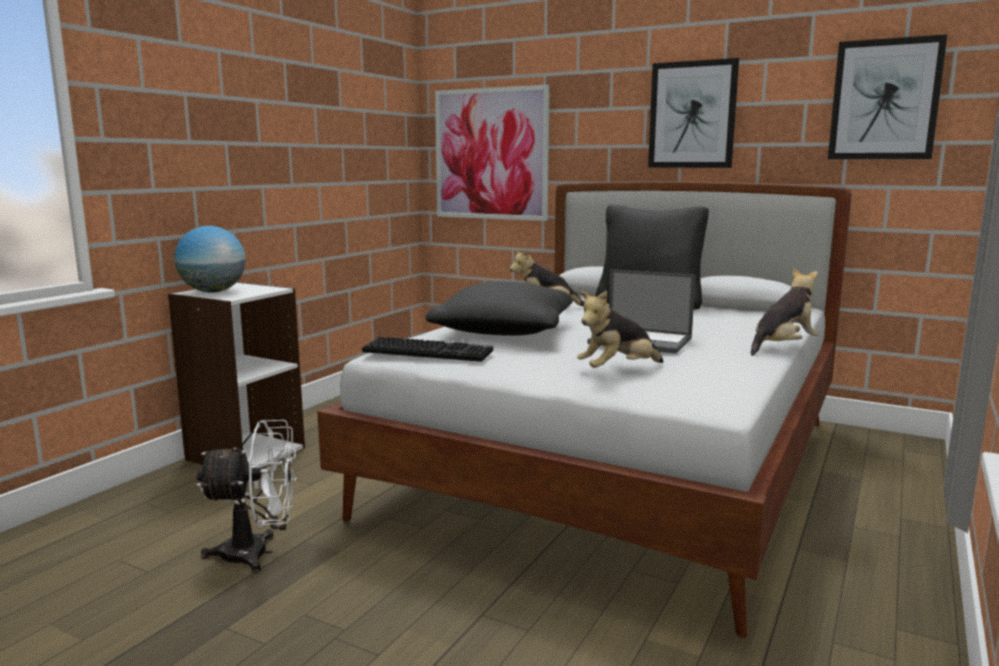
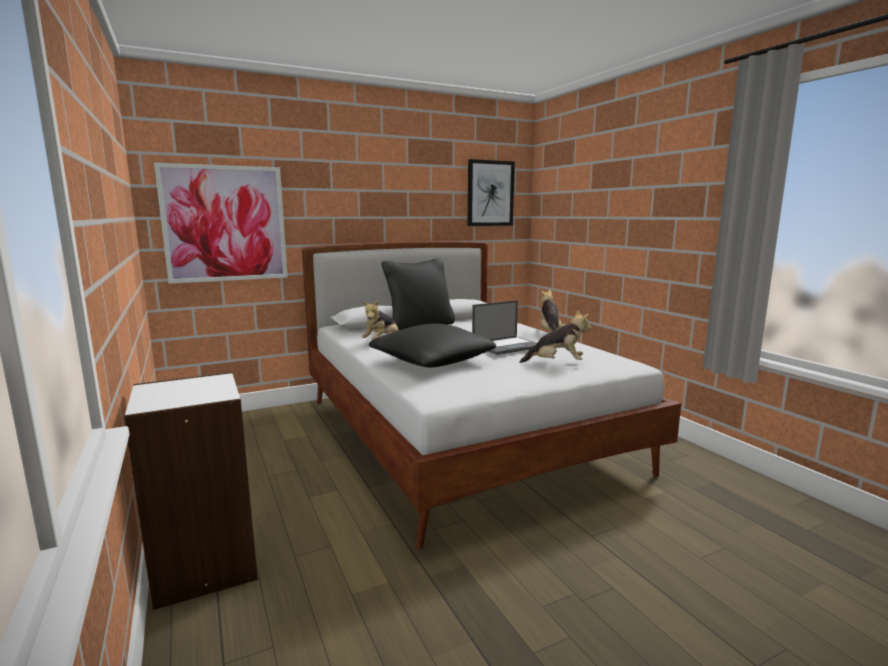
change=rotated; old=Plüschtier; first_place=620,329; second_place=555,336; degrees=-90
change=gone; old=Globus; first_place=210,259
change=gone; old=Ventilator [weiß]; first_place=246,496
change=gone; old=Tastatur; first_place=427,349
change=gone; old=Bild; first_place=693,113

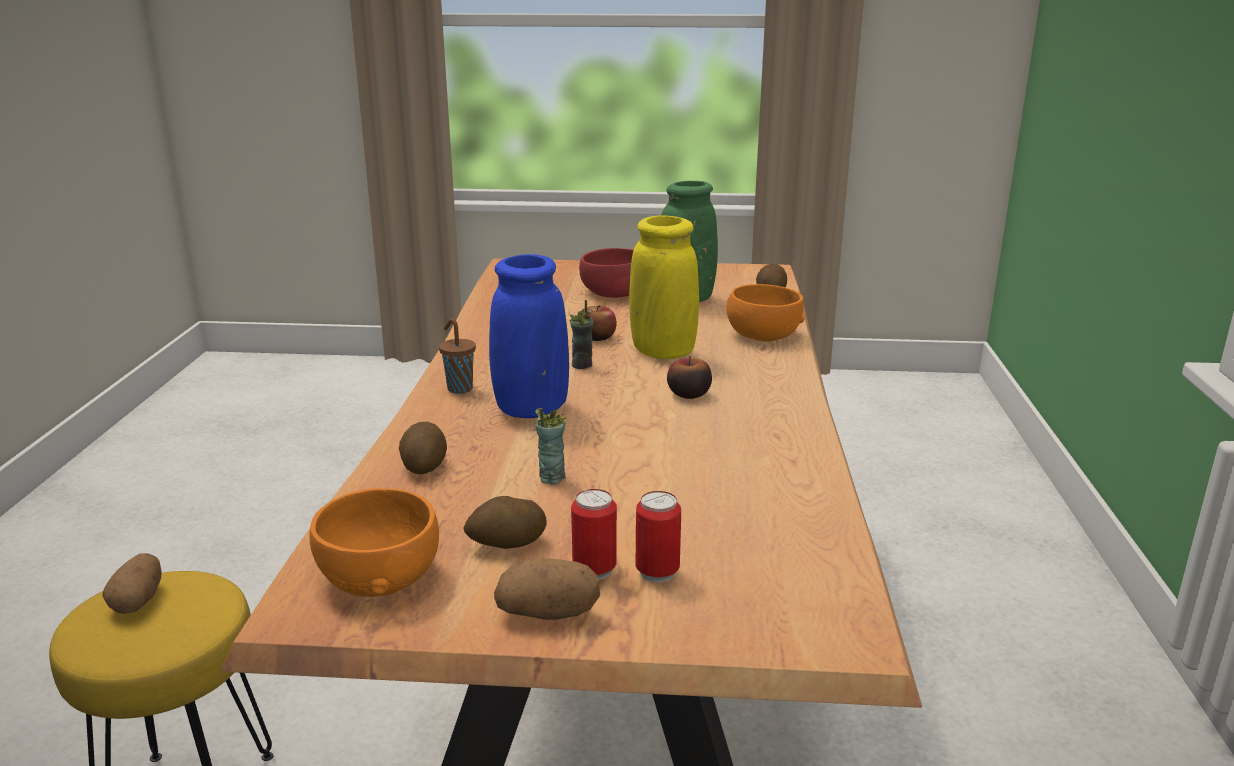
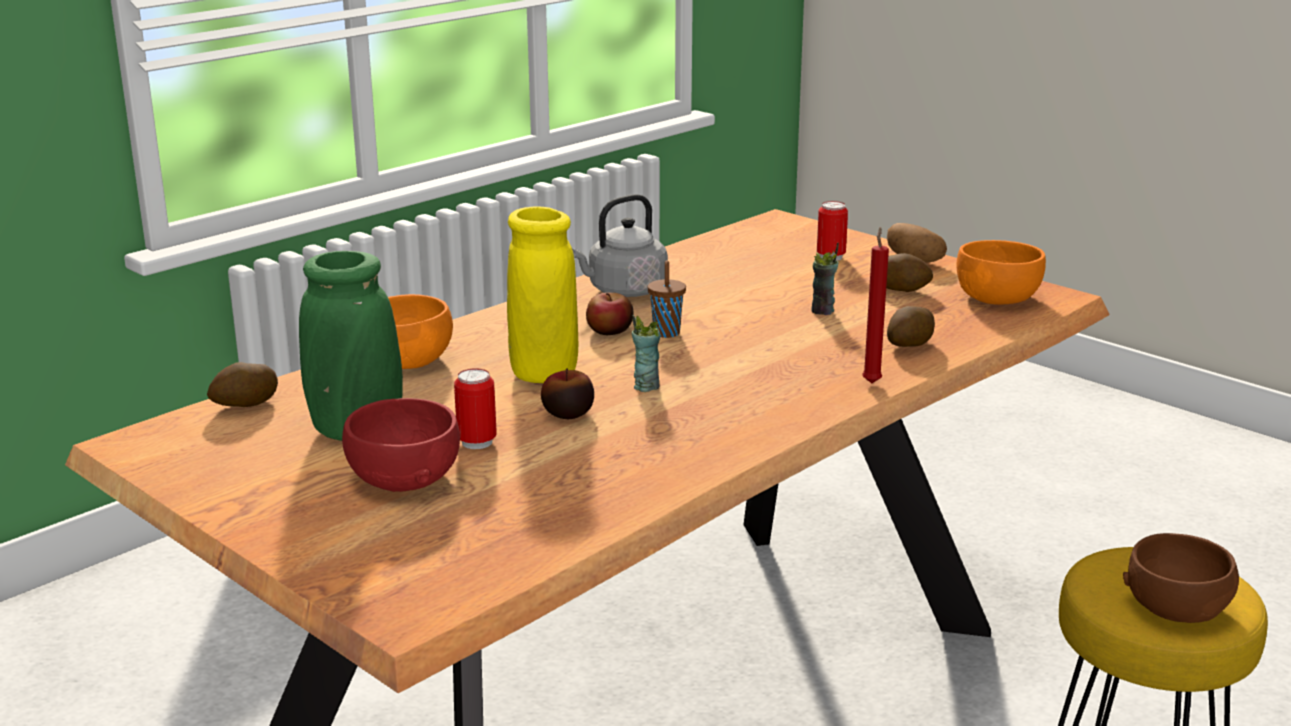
change=shifted; old=Dose; first_place=594,534; second_place=475,408
change=new; new=Wasserkessel [grau]; second_place=620,245
change=shifted; old=Tasse [braun]; first_place=457,356; second_place=667,299
change=new; new=Kerze [rot]; second_place=875,305
change=swapped; old=Kartoffel; new=Schüssel [braun]; first_place=131,583; second_place=1181,578
change=gone; old=Vase [blau]; first_place=529,336

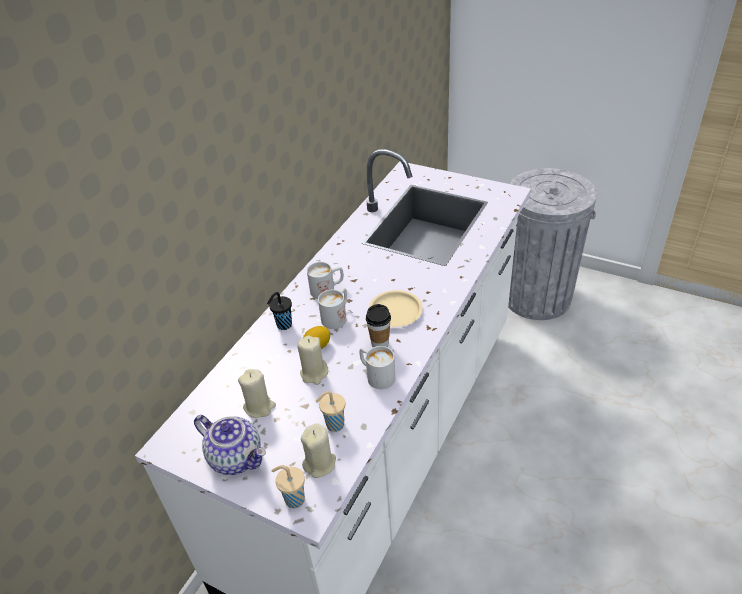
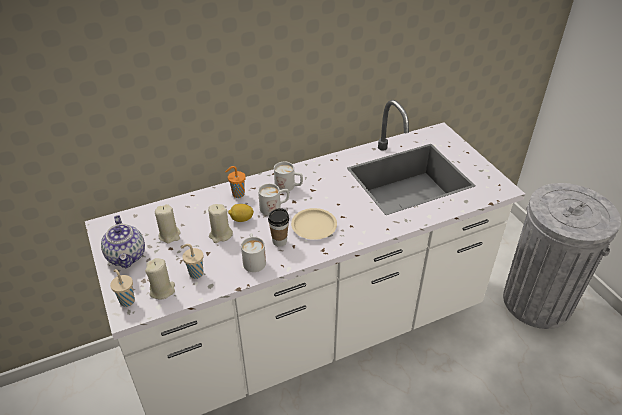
change=repainted; old=Tasse [schwarz]; new=Tasse [orange]; first_place=279,311; second_place=235,182

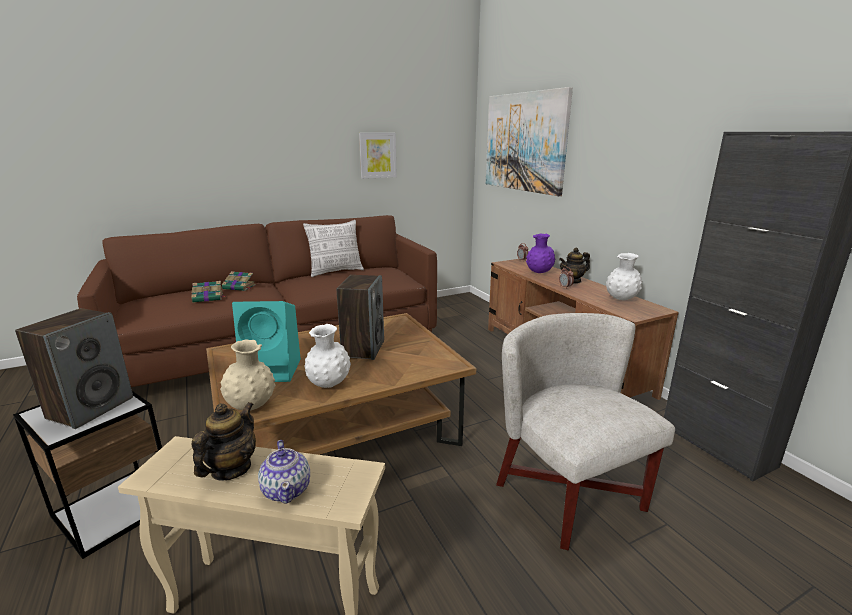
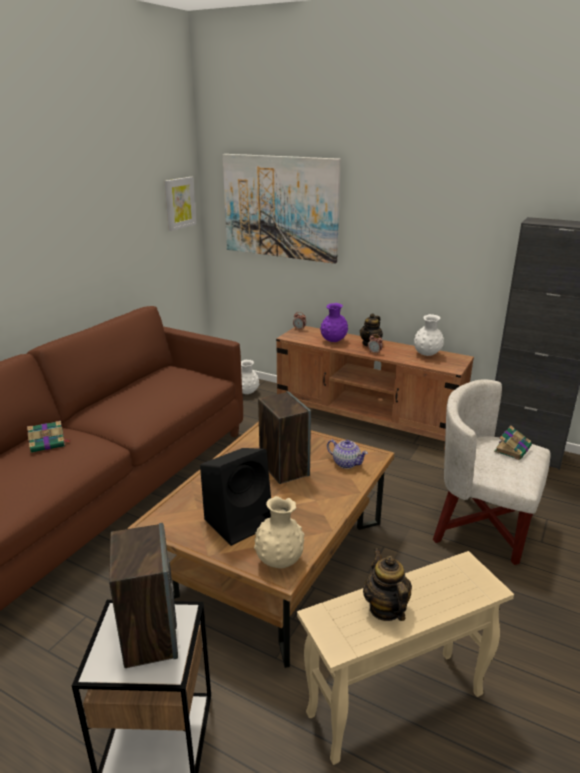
change=shifted; old=Bild; first_place=378,156; second_place=180,204
change=repainted; old=Lautsprecher [türkis]; new=Lautsprecher [schwarz]; first_place=266,341; second_place=235,497
change=shifted; old=Vase [weiß]; first_place=328,356; second_place=250,377
change=shifted; old=Teekanne; first_place=284,472; second_place=347,454
change=shifted; old=Buch; first_place=208,292; second_place=513,442
change=gone; old=Kissen; first_place=333,248

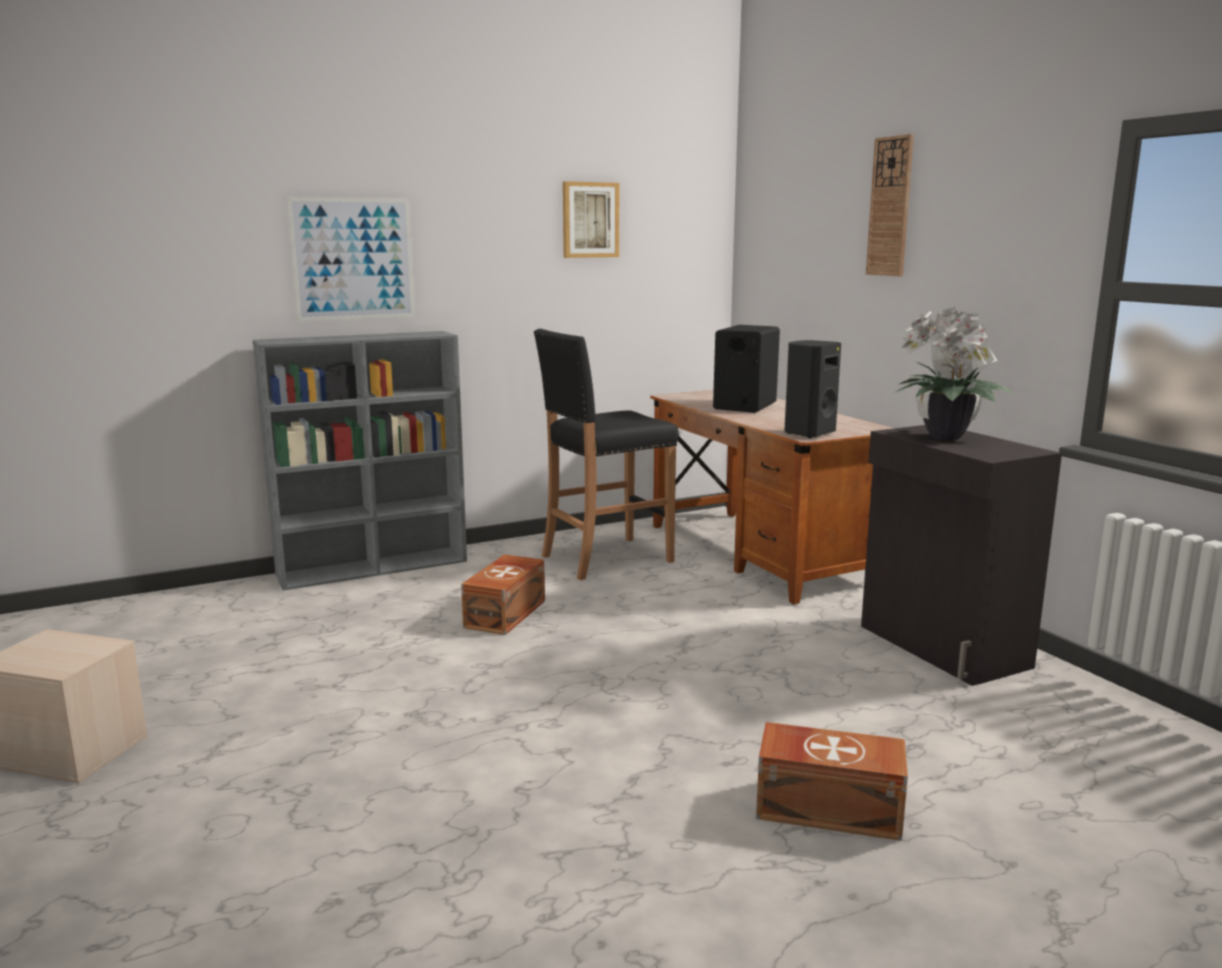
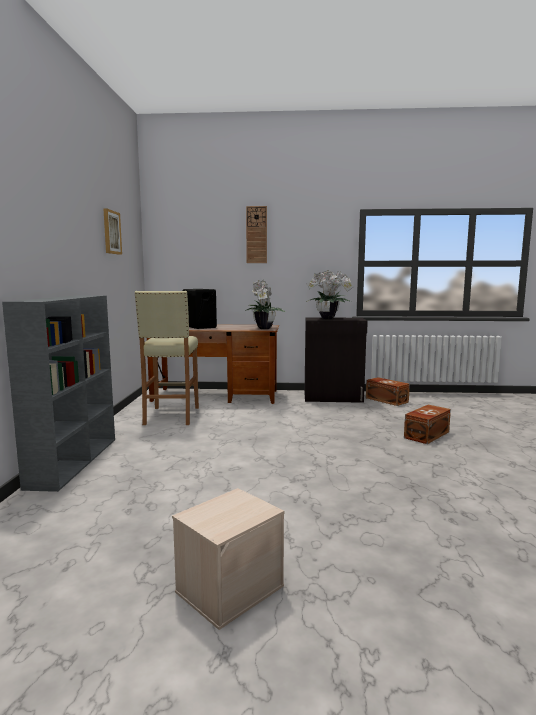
change=repainted; old=Hocker [schwarz]; new=Hocker [beige]; first_place=606,454; second_place=167,358
change=swapped; old=Lautsprecher [schwarz]; new=Topfpflanze; first_place=813,389; second_place=265,304
change=shifted; old=Aufbewahrungsbox [braun]; first_place=503,594; second_place=388,391
change=gone; old=Bild; first_place=351,259

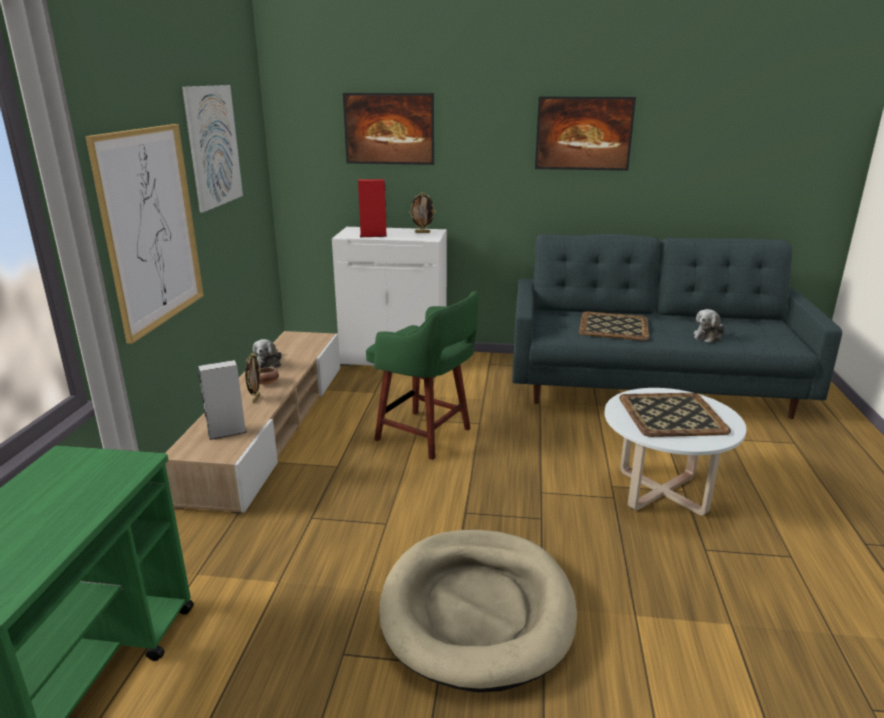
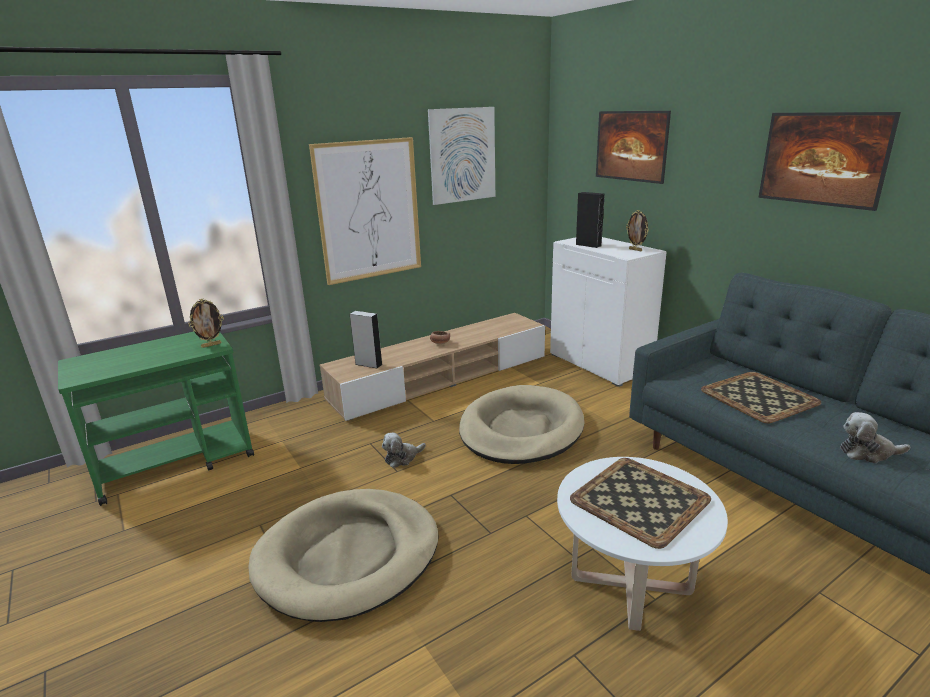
change=shifted; old=Bilderrahmen; first_place=253,378; second_place=206,323
change=shifted; old=Plüschtier; first_place=267,354; second_place=404,450
change=swapped; old=Hocker [grün]; new=Hundebett [beige]; first_place=422,375; second_place=522,424
change=repainted; old=Lautsprecher [rot]; new=Lautsprecher [schwarz]; first_place=372,208; second_place=590,220

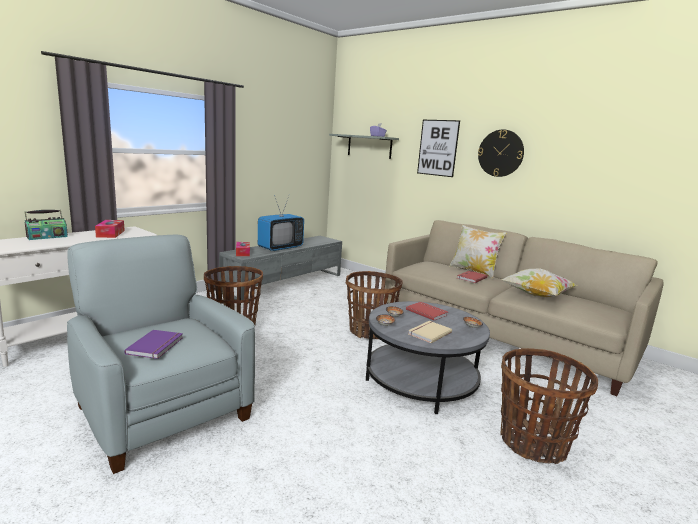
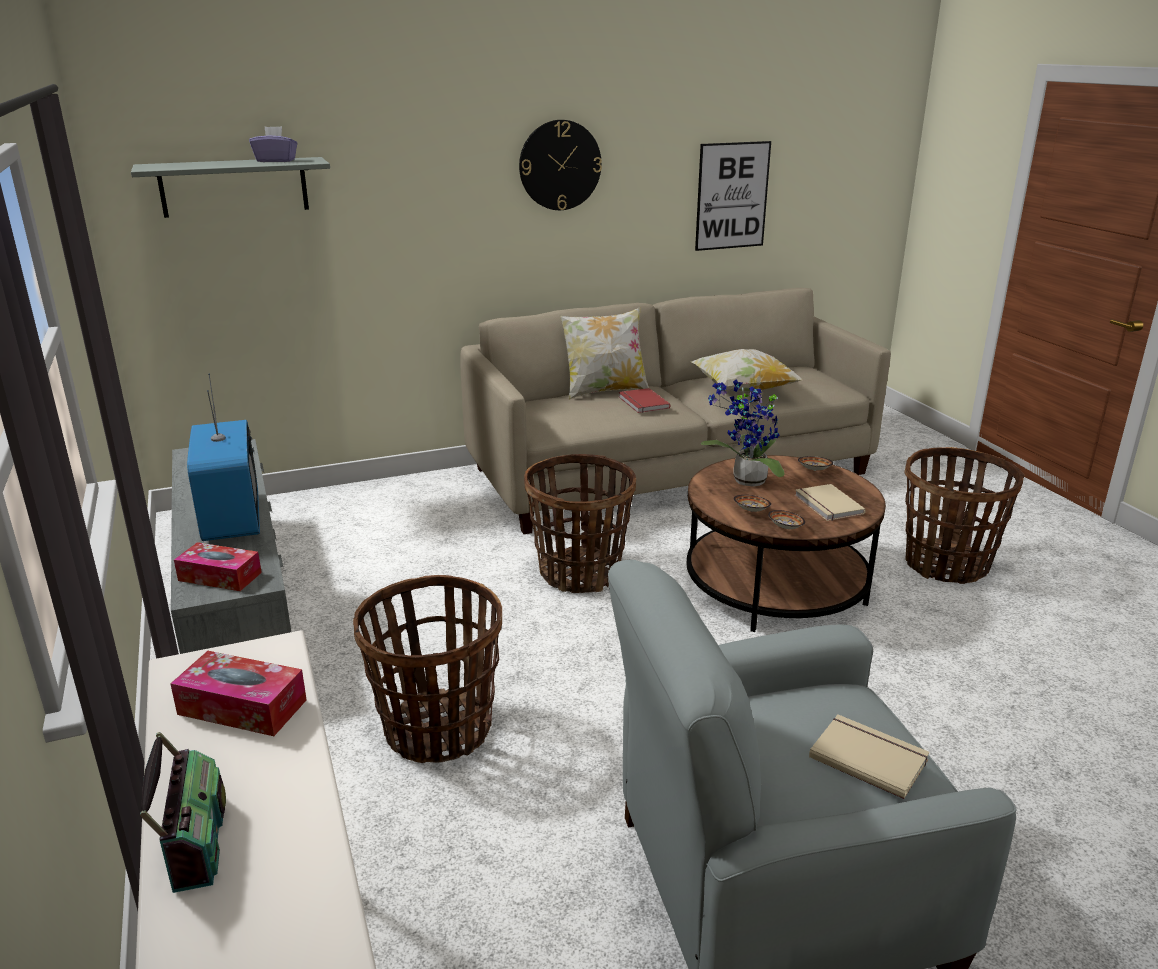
change=repainted; old=Couchtisch [grau]; new=Couchtisch [braun]; first_place=428,357; second_place=786,543
change=shifted; old=Bild; first_place=438,148; second_place=733,196
change=swapped; old=Buch [rot]; new=Topfpflanze; first_place=427,311; second_place=742,433
change=repainted; old=Buch [lila]; new=Buch [beige]; first_place=153,344; second_place=869,757

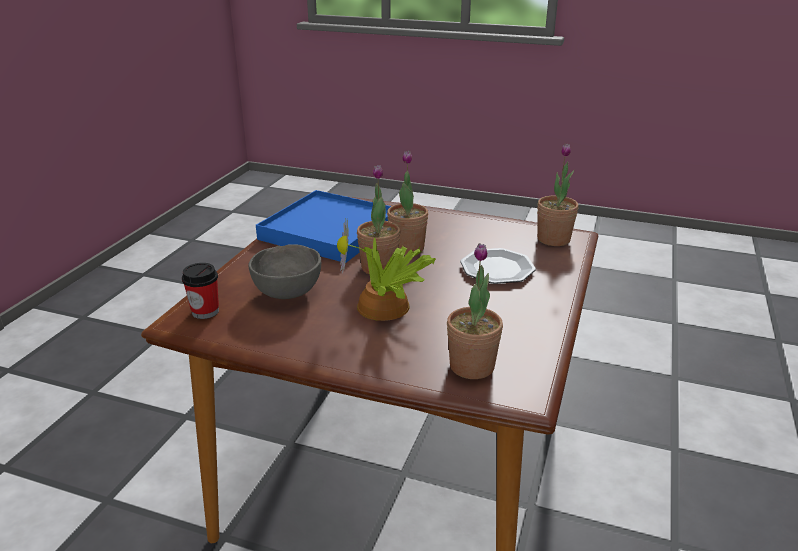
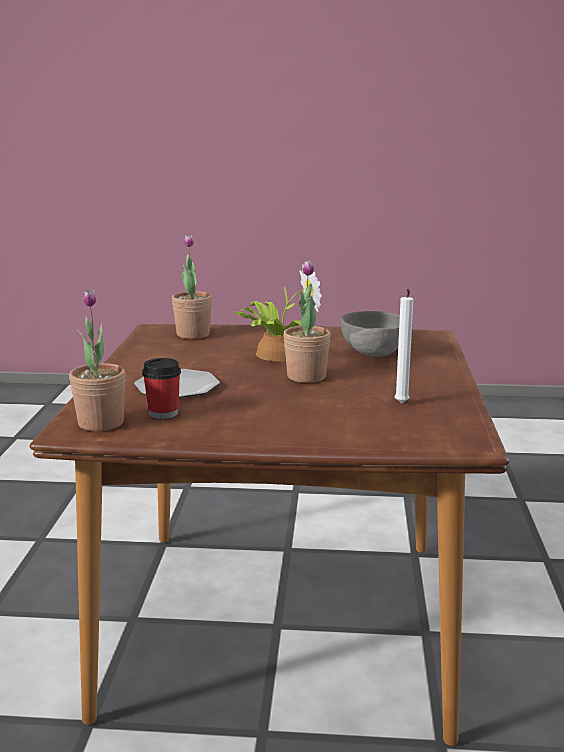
change=shifted; old=Tasse; first_place=200,291; second_place=161,388
change=swapped; old=Tablett [blau]; new=Kerze [weiß]; first_place=323,226; second_place=404,346
change=gone; old=Topfpflanze; first_place=407,203

